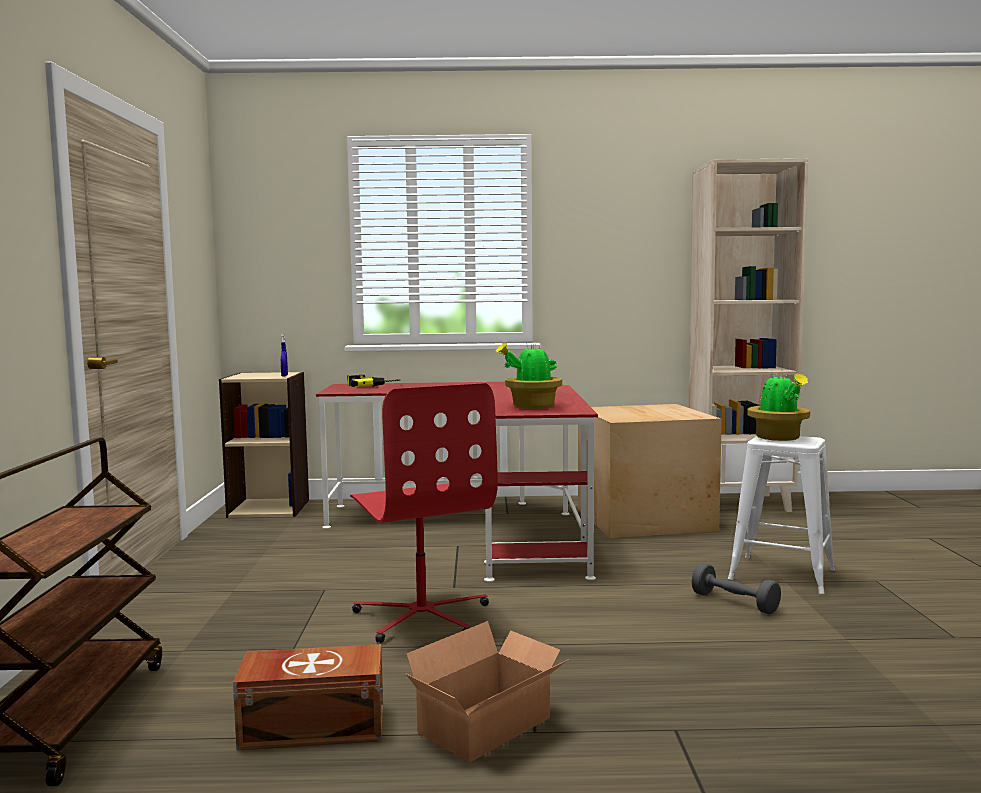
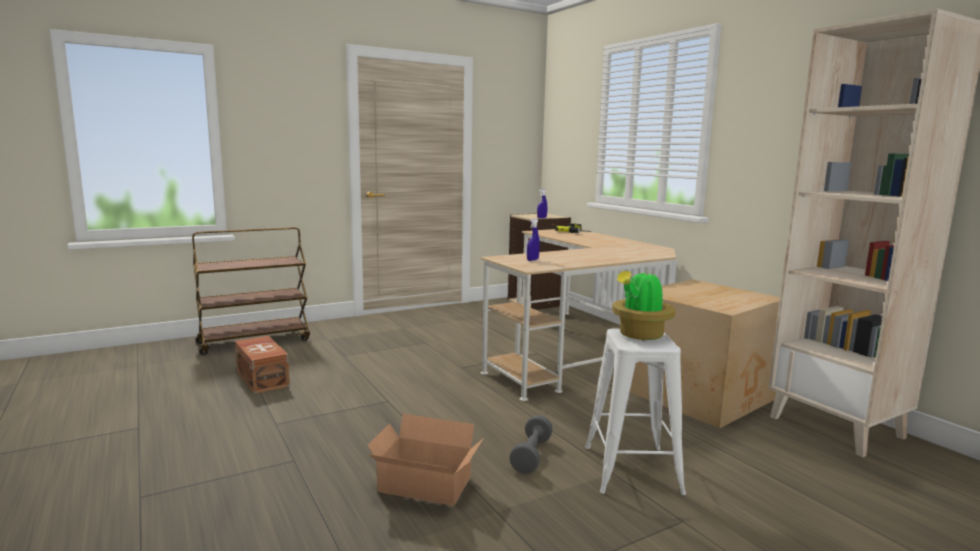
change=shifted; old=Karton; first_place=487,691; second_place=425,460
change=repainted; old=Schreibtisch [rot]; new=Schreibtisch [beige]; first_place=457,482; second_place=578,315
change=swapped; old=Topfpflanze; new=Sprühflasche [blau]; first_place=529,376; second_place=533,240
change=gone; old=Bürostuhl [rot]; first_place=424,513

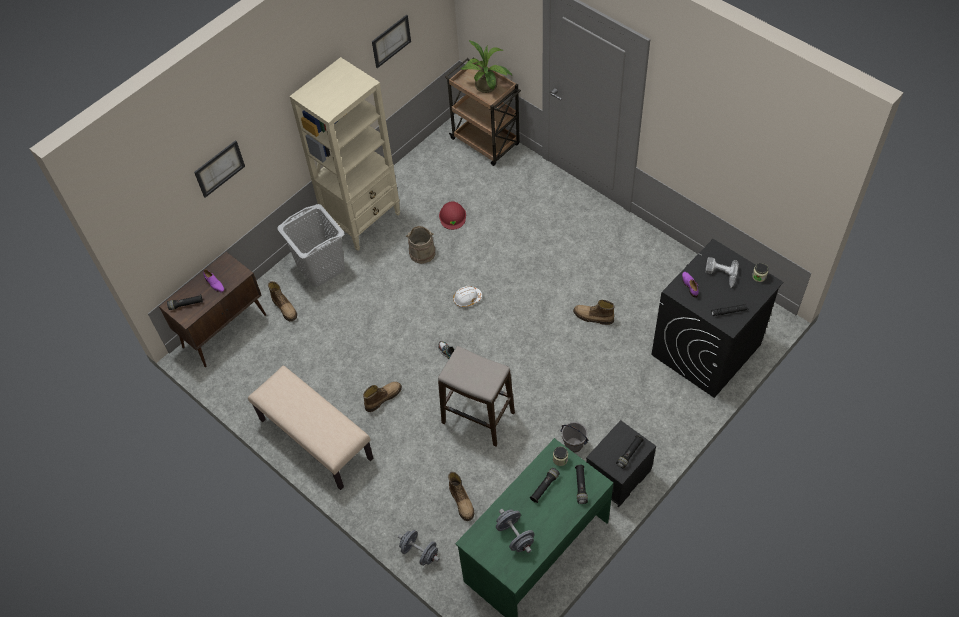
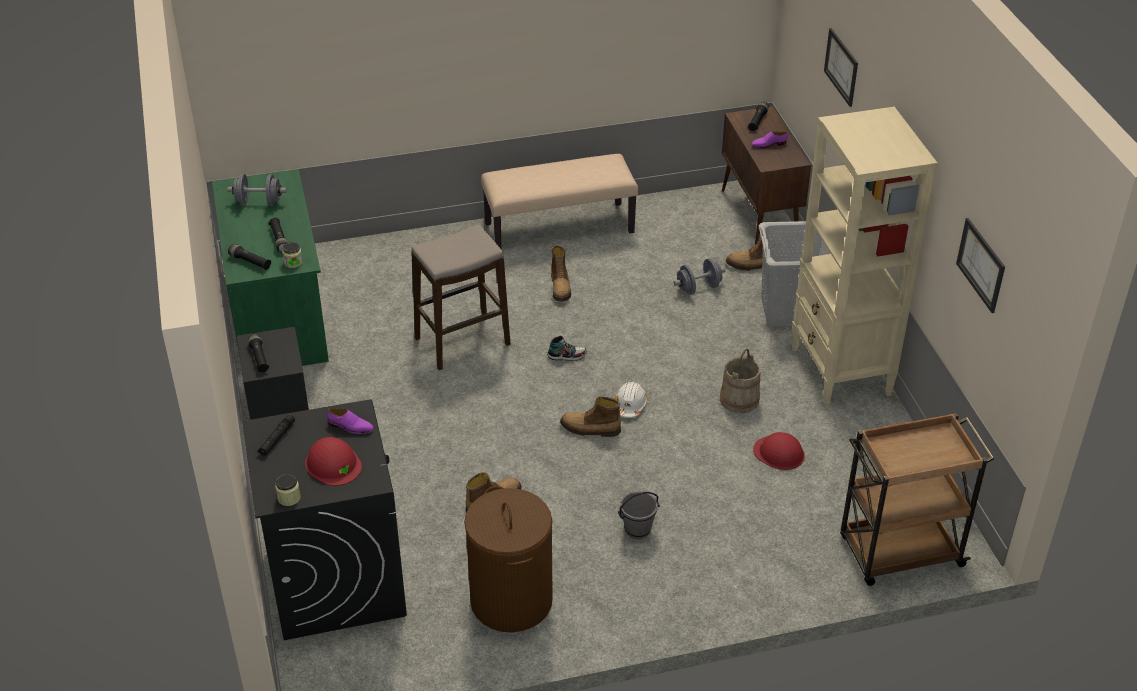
change=swapped; old=Bohrmaschine; new=Schutzhelm [rot]; first_place=722,272; second_place=333,461
change=new; new=Wäschekorb [braun]; second_place=508,559
change=shifted; old=Stiefel; first_place=461,496; second_place=590,416
change=shifted; old=Eimer [grau]; first_place=575,437; second_place=639,515
change=shifted; old=Hantel [grau]; first_place=419,548; second_place=700,276
change=gone; old=Topfpflanze; first_place=486,66

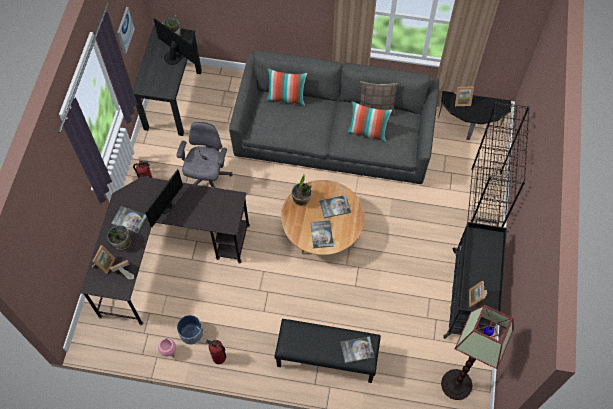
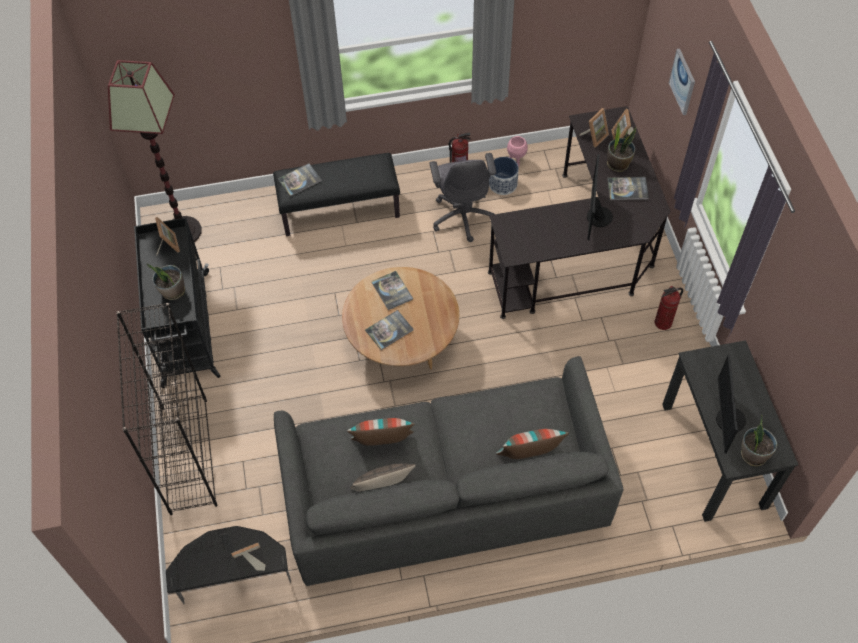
change=shifted; old=Topfpflanze; first_place=302,190; second_place=166,282
change=shifted; old=Bürostuhl [grau]; first_place=204,155; second_place=463,197
change=shifted; old=Bild; first_place=126,30; second_place=682,82
change=rotated; old=Monitor; first_place=174,42; second_place=731,403; degrees=75

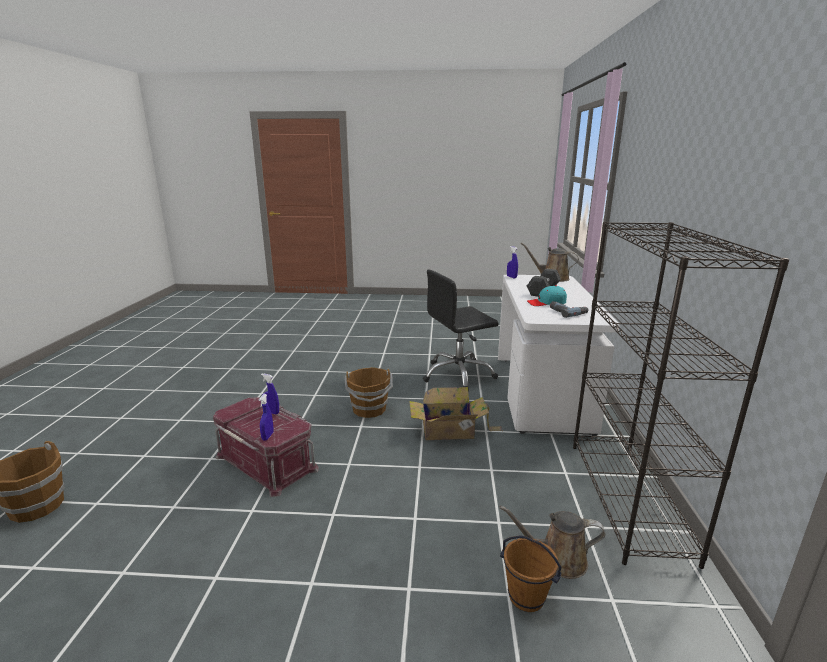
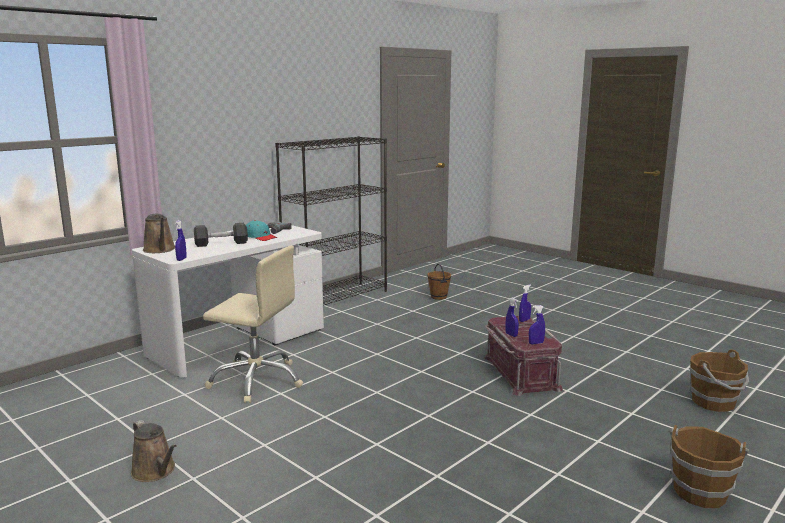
change=shifted; old=Gießkanne [braun]; first_place=552,542; second_place=154,451
change=repainted; old=Bürostuhl [schwarz]; new=Bürostuhl [beige]; first_place=461,330; second_place=253,324
change=new; new=Sprühflasche [blau]; second_place=537,324
change=shifted; old=Eimer [braun]; first_place=368,392; second_place=709,466
change=gone; old=Karton; first_place=456,413

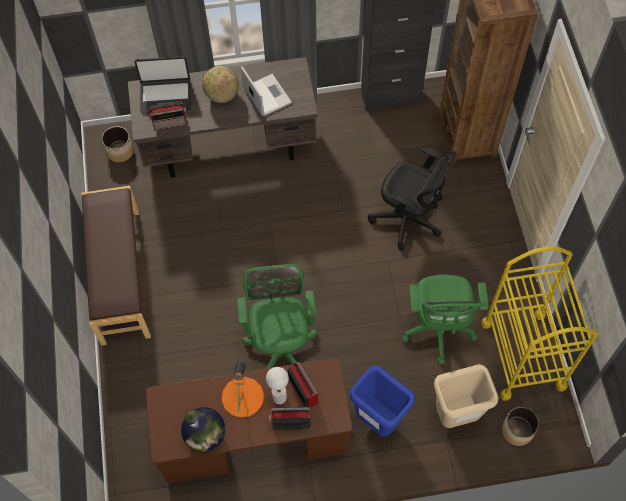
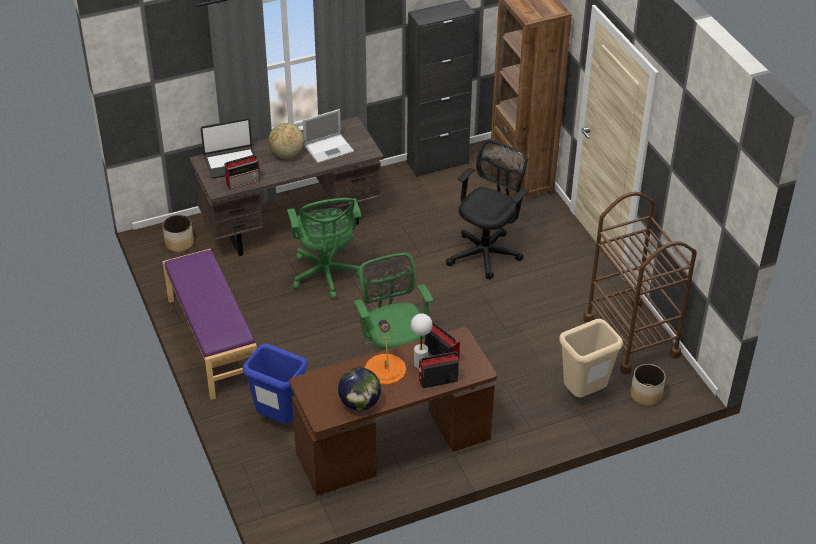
change=repainted; old=Bank [braun]; new=Bank [lila]; first_place=116,266; second_place=210,324
change=shifted; old=Mülleimer [blau]; first_place=382,401; second_place=275,384
change=shifted; old=Bürostuhl [grün]; first_place=445,319; second_place=324,248
change=rotated; old=Laptop; first_place=266,91; second_place=328,136; degrees=105
change=rotated; old=Bürostuhl [schwarz]; first_place=412,198; second_place=487,209; degrees=-75
change=repainted; old=Rollwagen [gelb]; new=Rollwagen [braun]; first_place=539,323; second_place=640,283

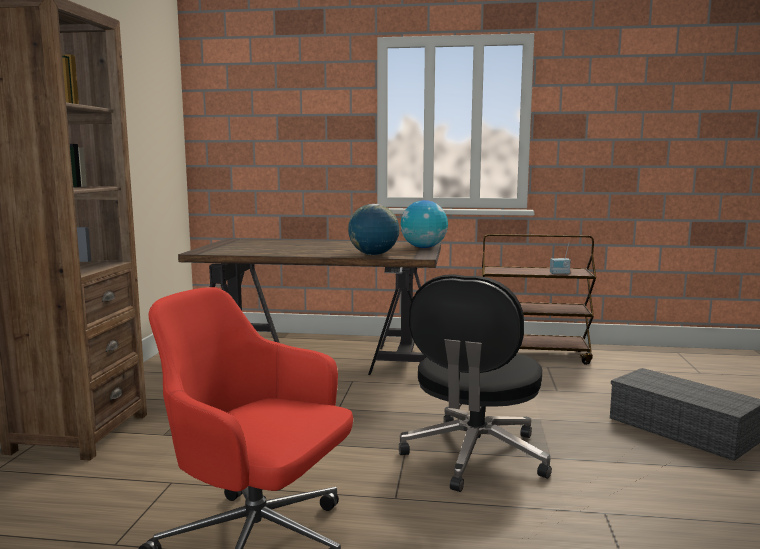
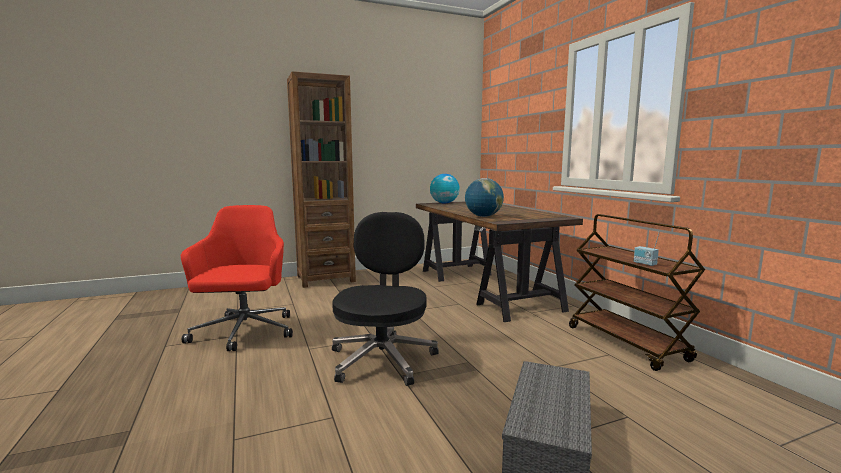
change=rotated; old=Bürostuhl [schwarz]; first_place=475,383; second_place=385,299; degrees=105
change=shifted; old=Globus; first_place=424,224; second_place=445,189

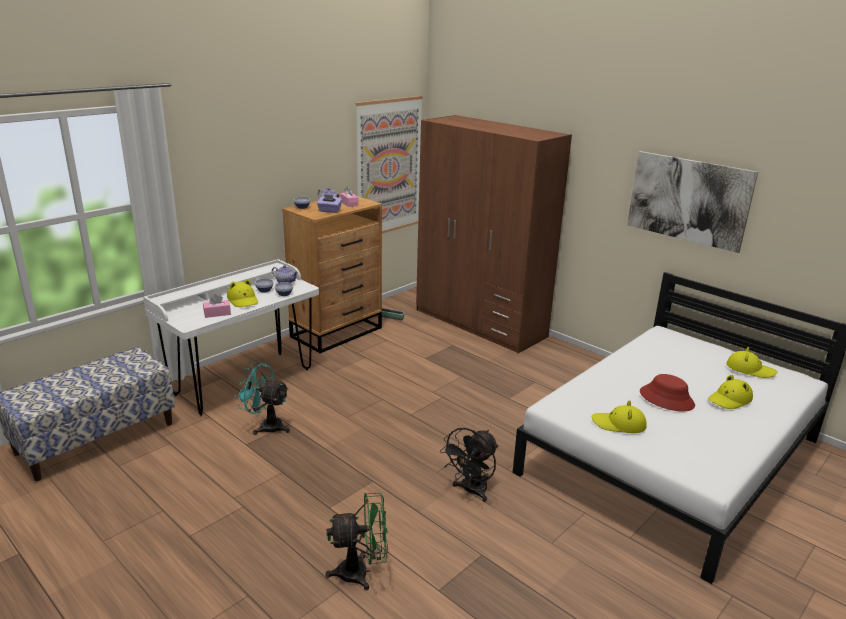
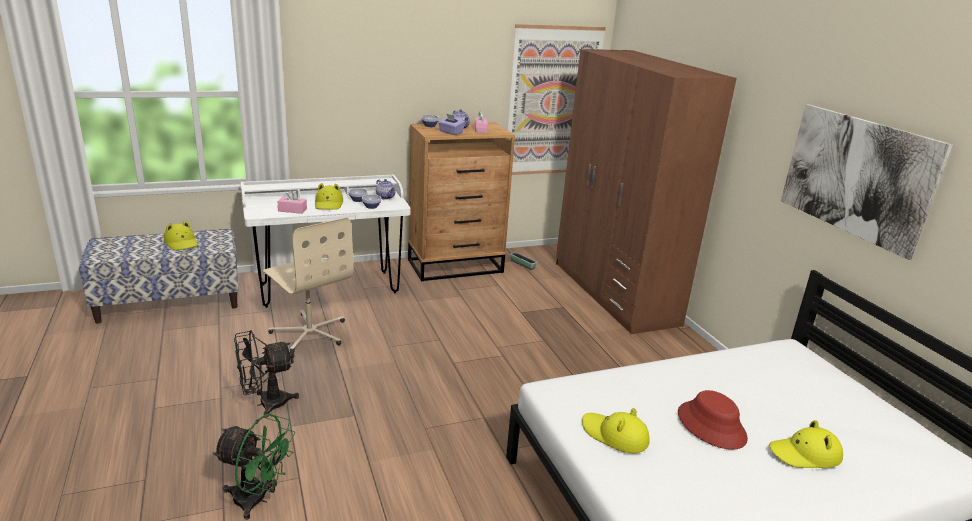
change=shifted; old=Hut [gelb]; first_place=752,362; second_place=181,235
change=shifted; old=Ventilator [schwarz]; first_place=469,465; second_place=266,374
change=swapped; old=Ventilator [türkis]; new=Bürostuhl [beige]; first_place=262,398; second_place=308,284

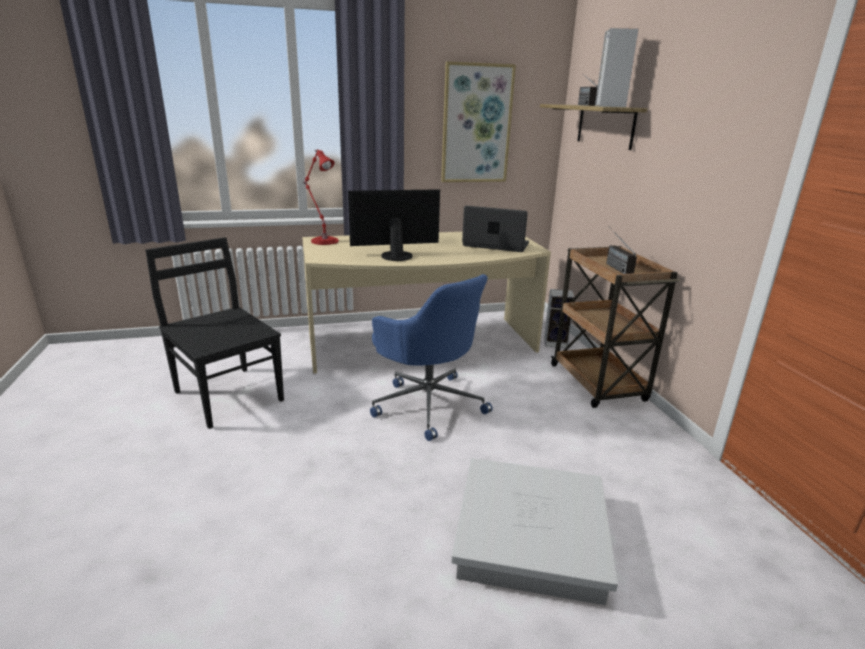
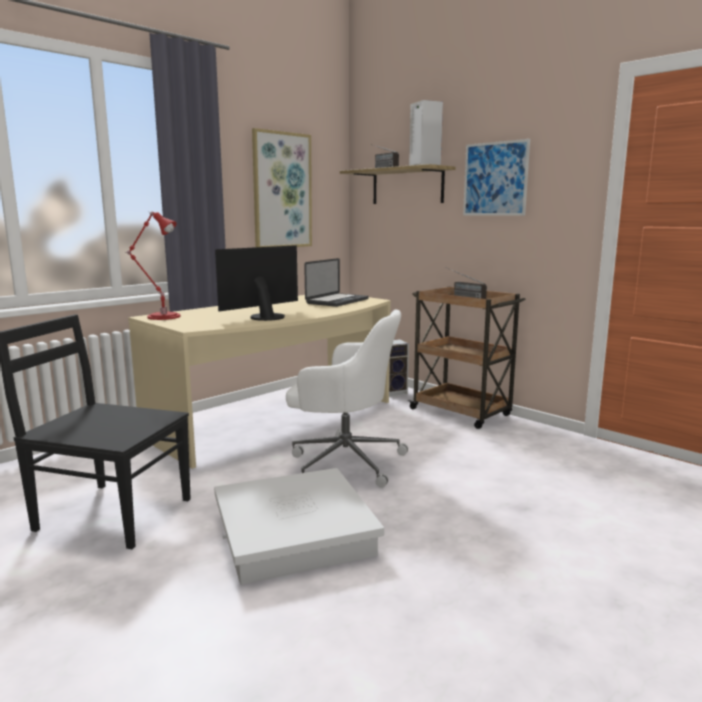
change=shifted; old=Aufbewahrungsbox [weiß]; first_place=534,531; second_place=299,526
change=repainted; old=Bürostuhl [blau]; new=Bürostuhl [weiß]; first_place=431,357; second_place=347,399
change=rotated; old=Laptop; first_place=495,229; second_place=336,282; degrees=135
change=new; new=Bild; second_place=496,177

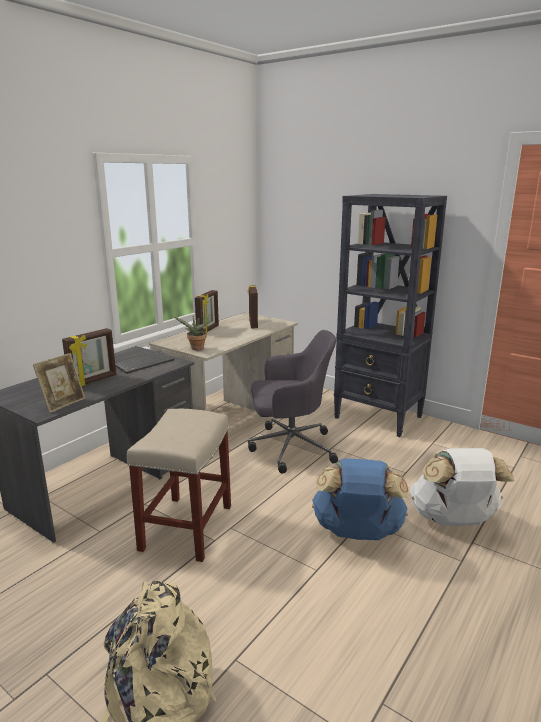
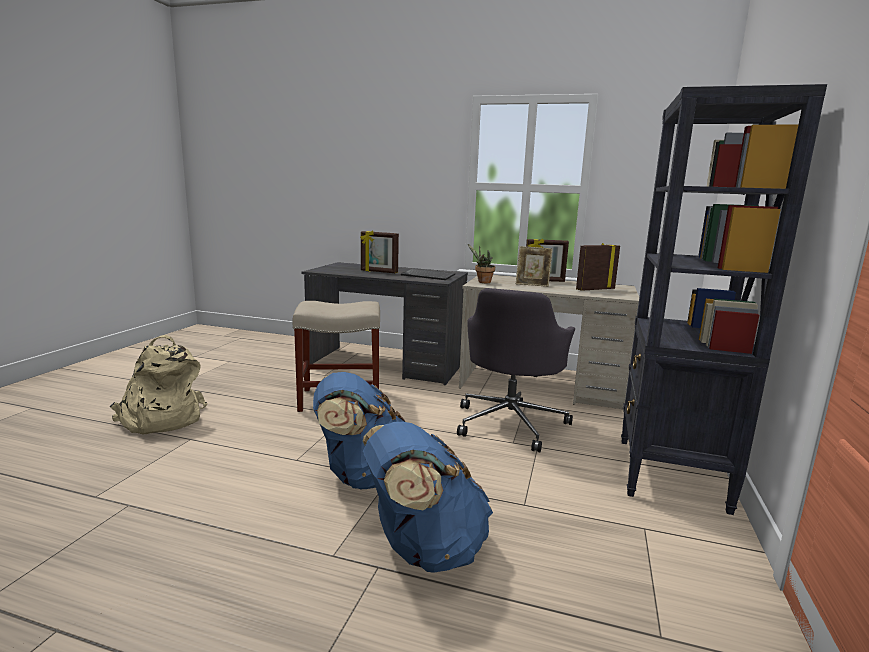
change=repainted; old=Rucksack [weiß]; new=Rucksack [blau]; first_place=462,487; second_place=428,497
change=rotated; old=Bürostuhl [grau]; first_place=293,401; second_place=516,370; degrees=45
change=shifted; old=Bilderrahmen; first_place=59,383; second_place=534,266

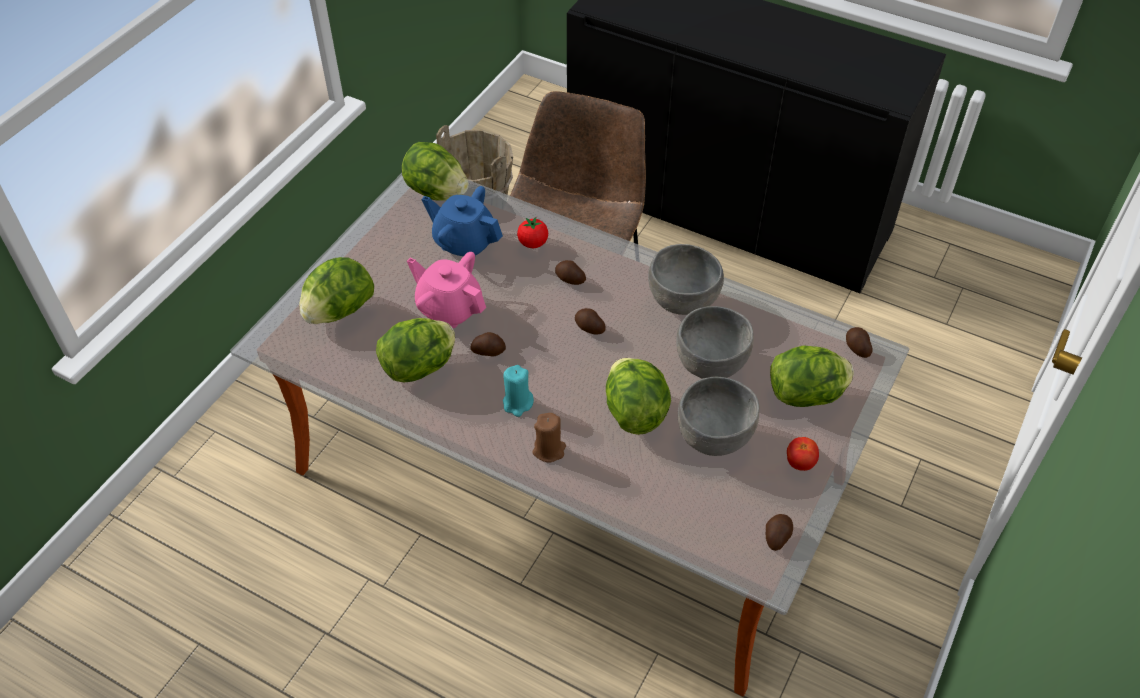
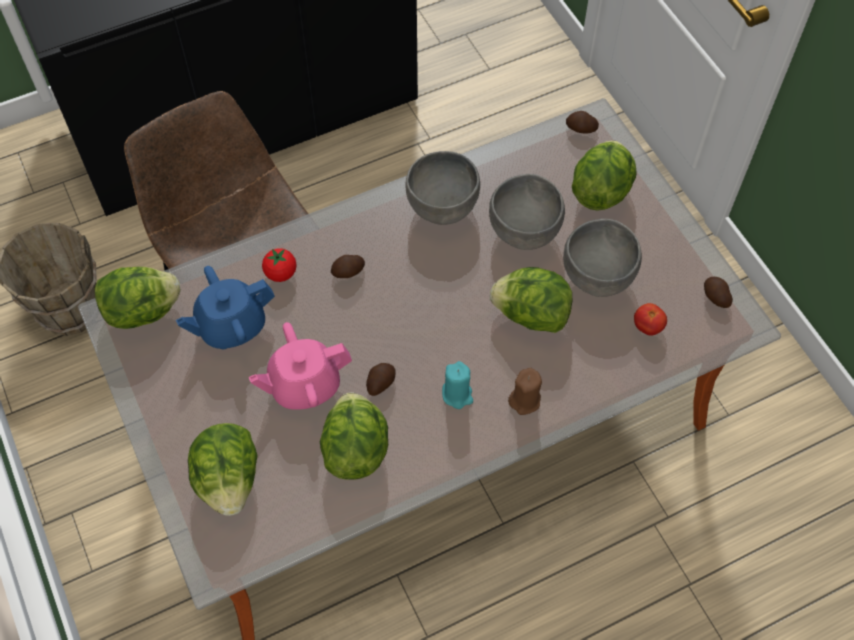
change=shifted; old=Tomate; first_place=803,454; second_place=650,319
change=gone; old=Kartoffel; first_place=590,321

